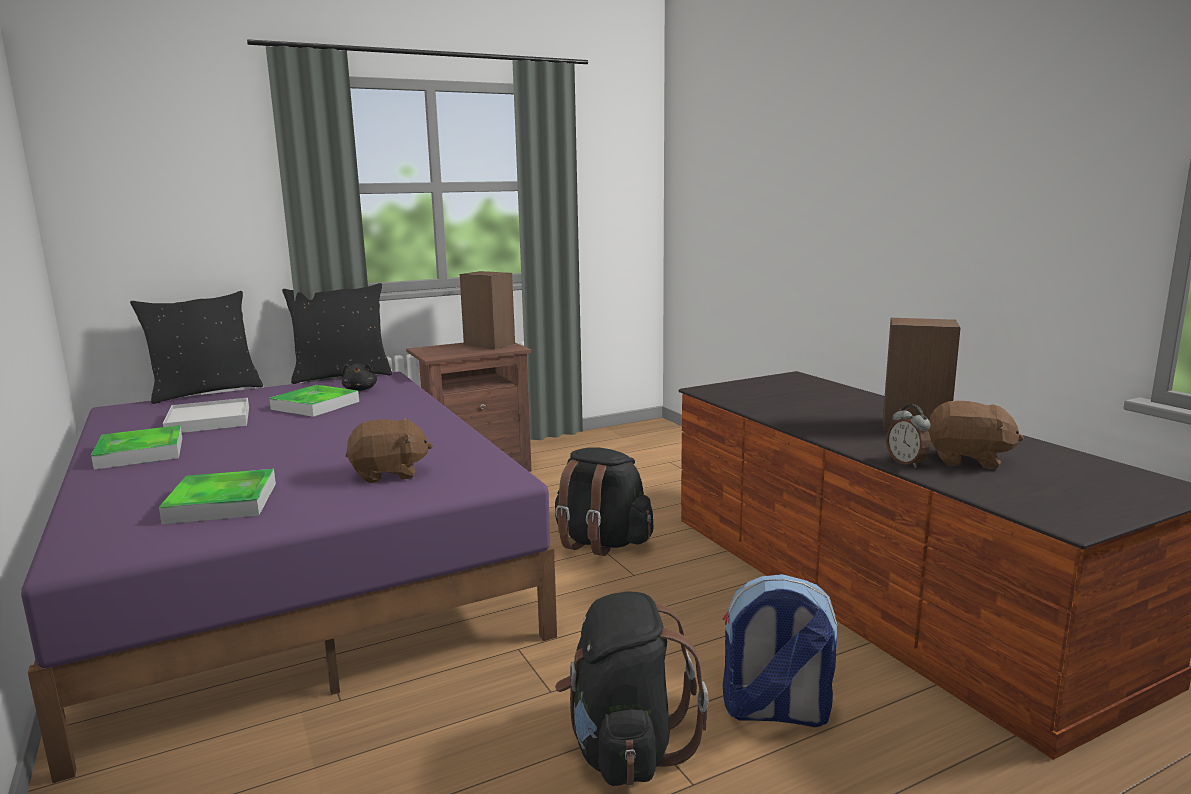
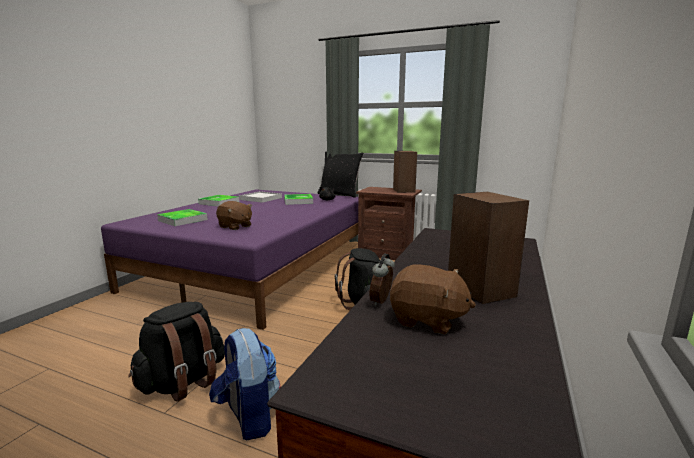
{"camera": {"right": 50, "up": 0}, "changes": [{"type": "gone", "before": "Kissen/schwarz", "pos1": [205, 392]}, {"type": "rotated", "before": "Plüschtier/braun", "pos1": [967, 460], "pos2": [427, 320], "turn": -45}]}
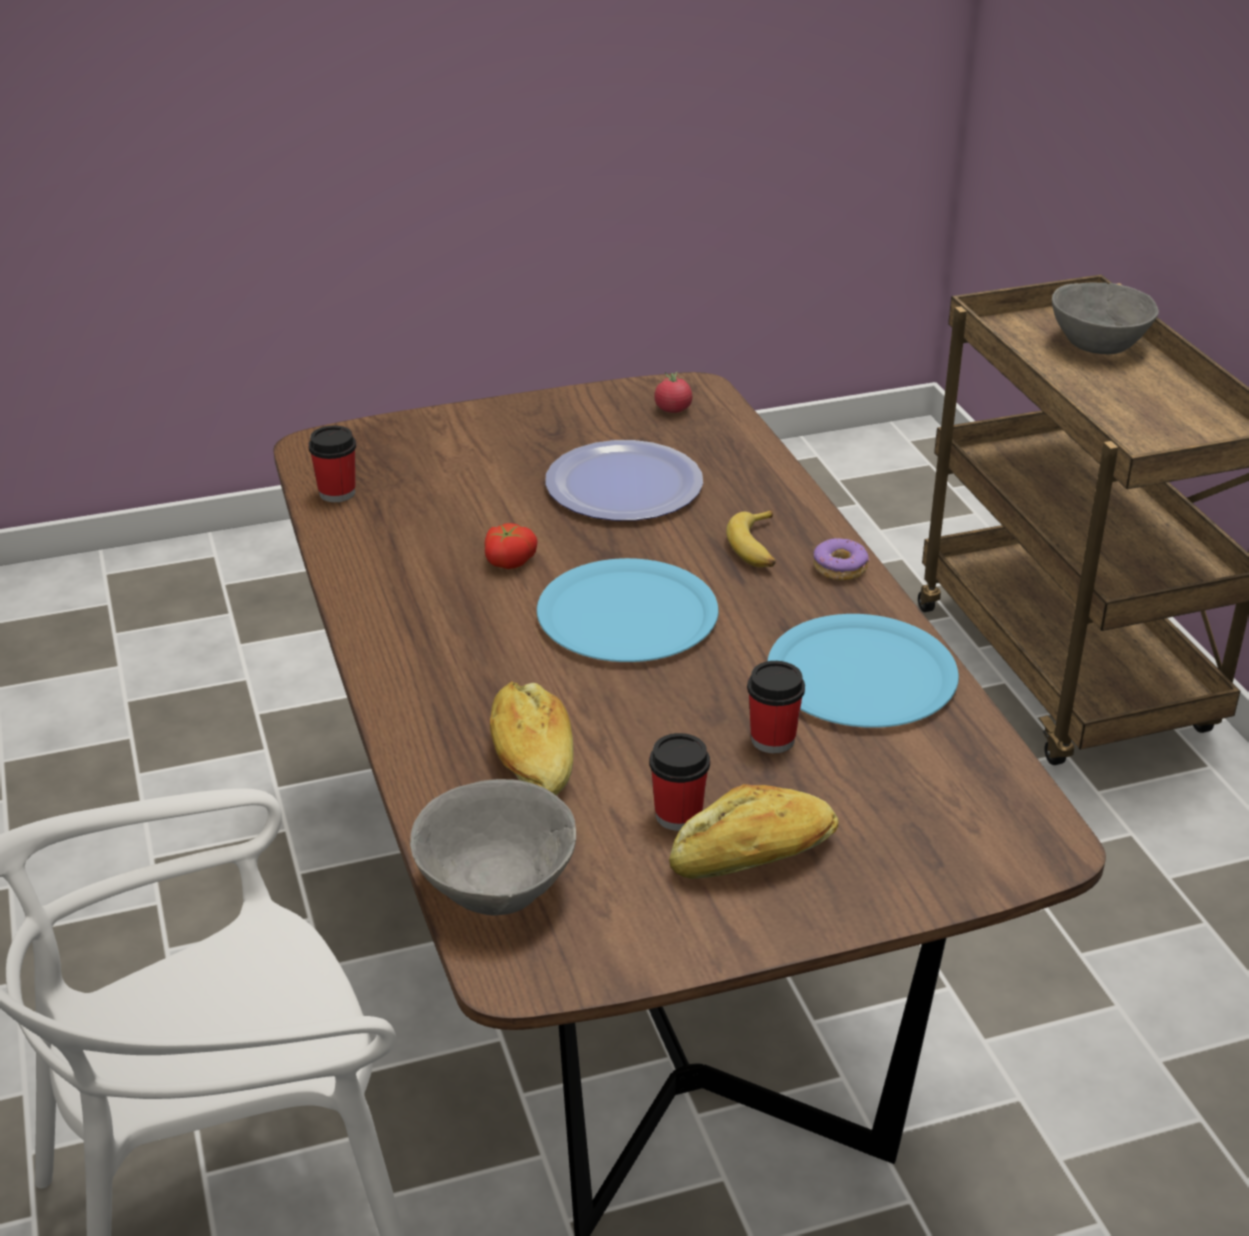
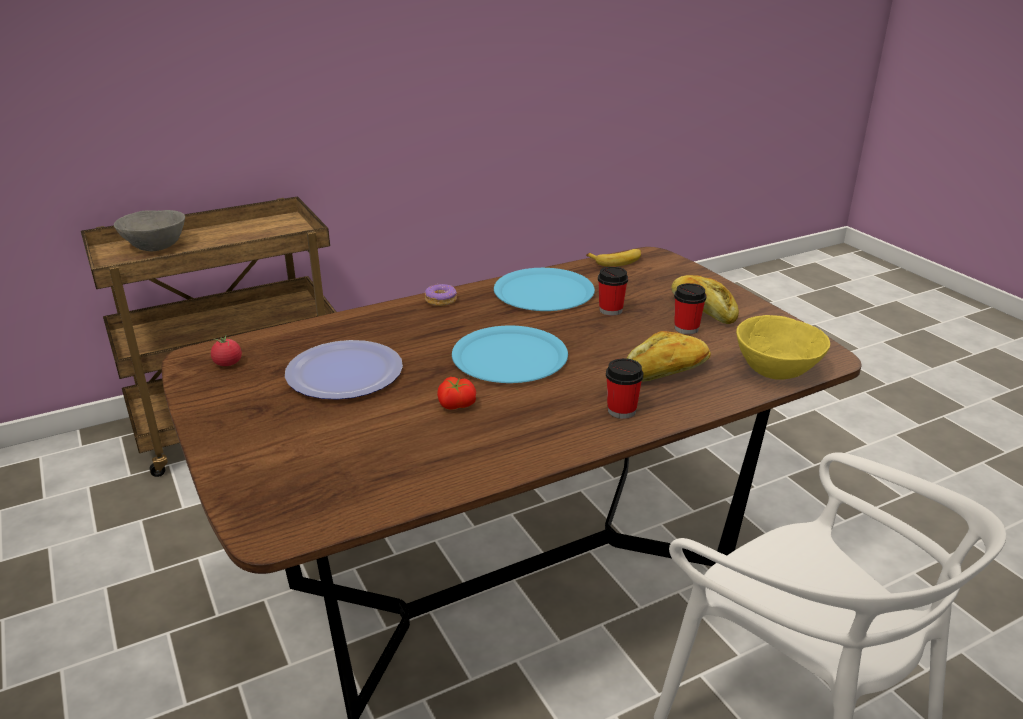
{"camera": {"right": -100, "up": -5}, "changes": [{"type": "shifted", "before": "Tasse", "pos1": [337, 493], "pos2": [621, 411]}, {"type": "shifted", "before": "Banane", "pos1": [757, 548], "pos2": [617, 261]}, {"type": "repainted", "before": "Schüssel/grau", "after": "Schüssel/gelb", "pos1": [494, 886], "pos2": [776, 370]}]}
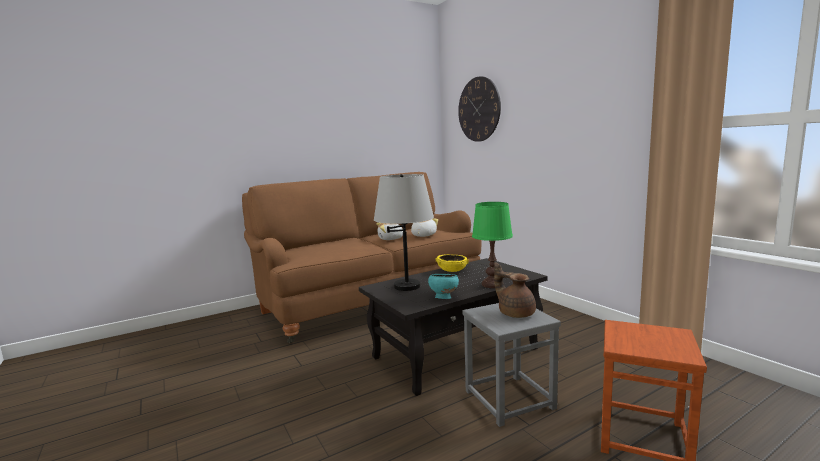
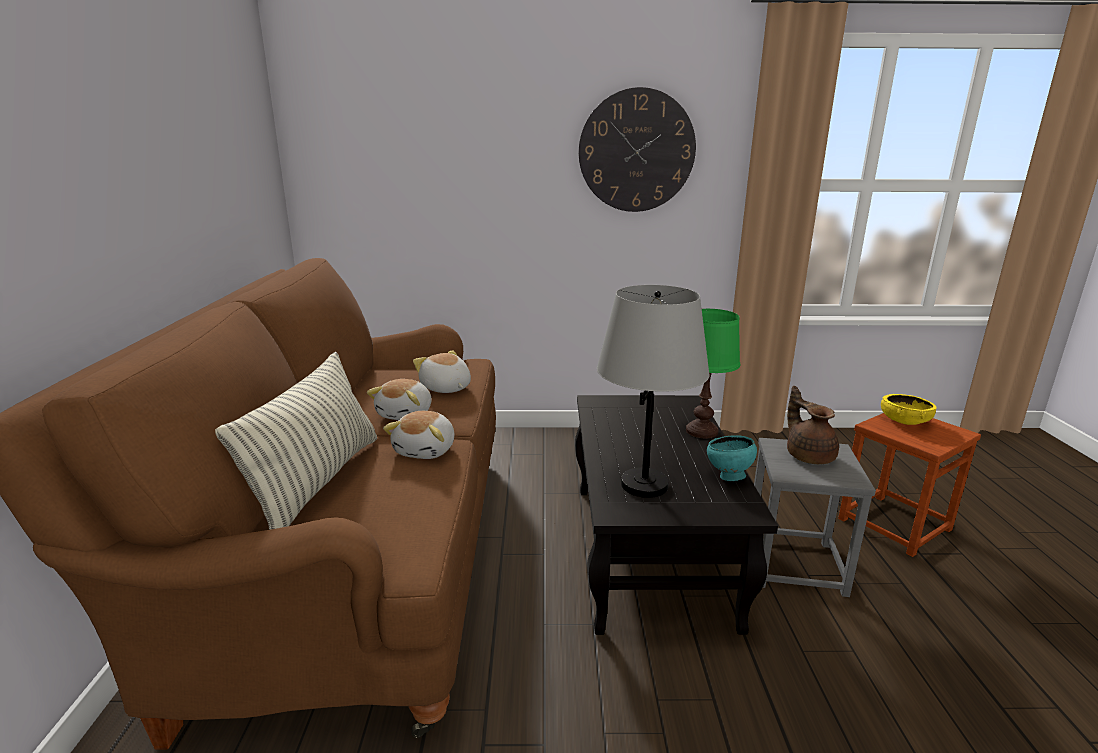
{"camera": {"right": -60, "up": 10}, "changes": [{"type": "shifted", "before": "Wanduhr", "pos1": [479, 109], "pos2": [636, 151]}, {"type": "shifted", "before": "Schüssel/gelb", "pos1": [452, 270], "pos2": [904, 421]}, {"type": "rotated", "before": "Teekanne/braun", "pos1": [515, 313], "pos2": [808, 455], "turn": 75}, {"type": "new", "after": "Kissen", "pos2": [318, 482]}, {"type": "new", "after": "Plüschtier", "pos2": [426, 450]}]}
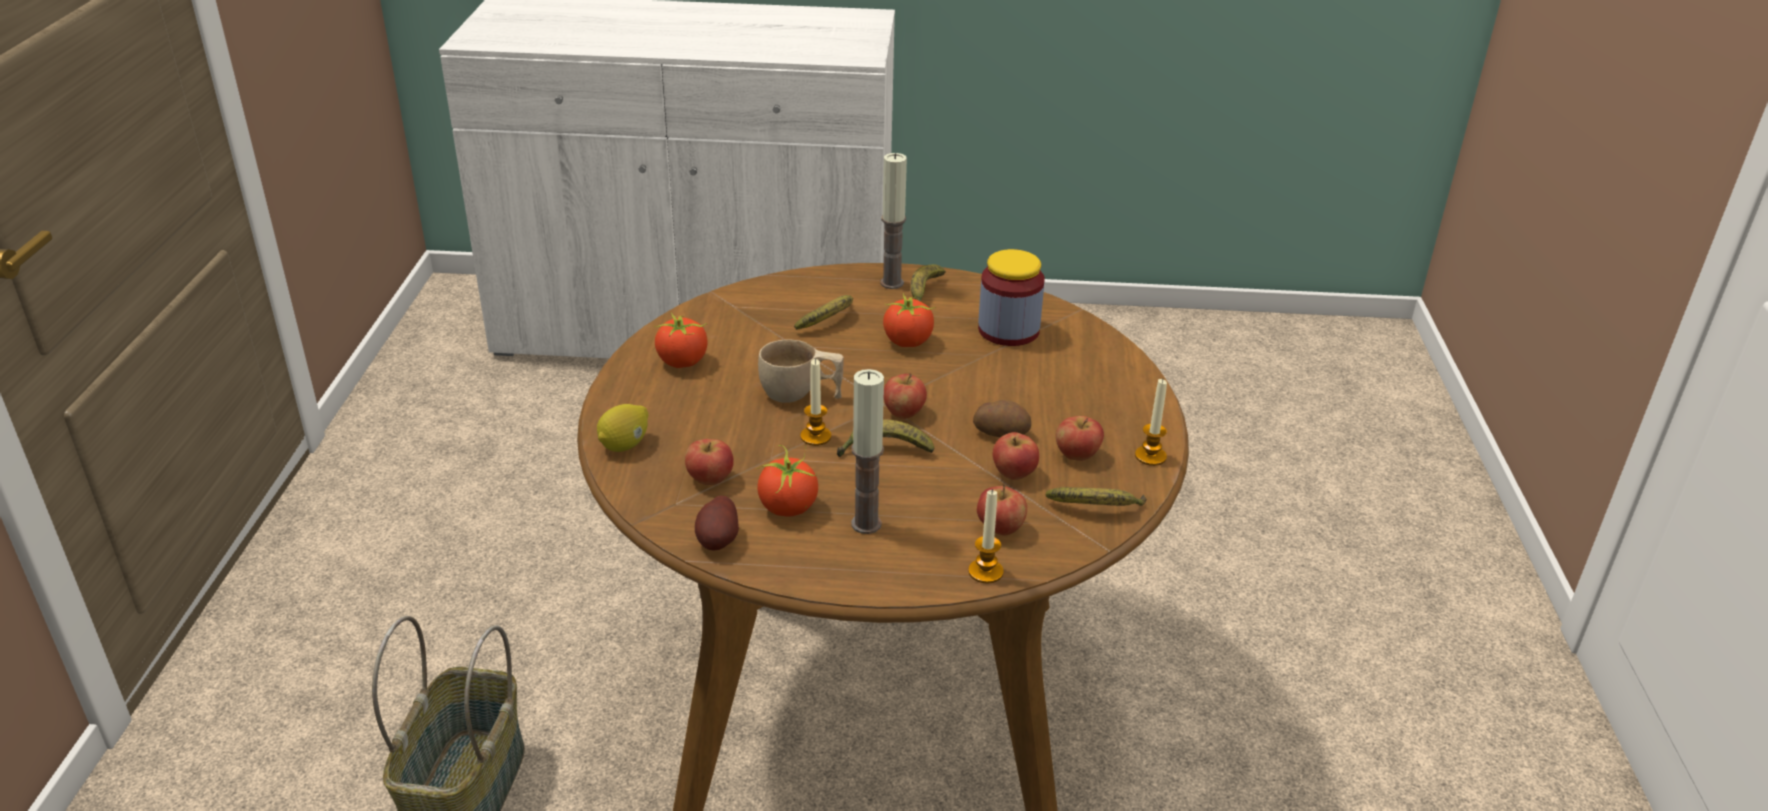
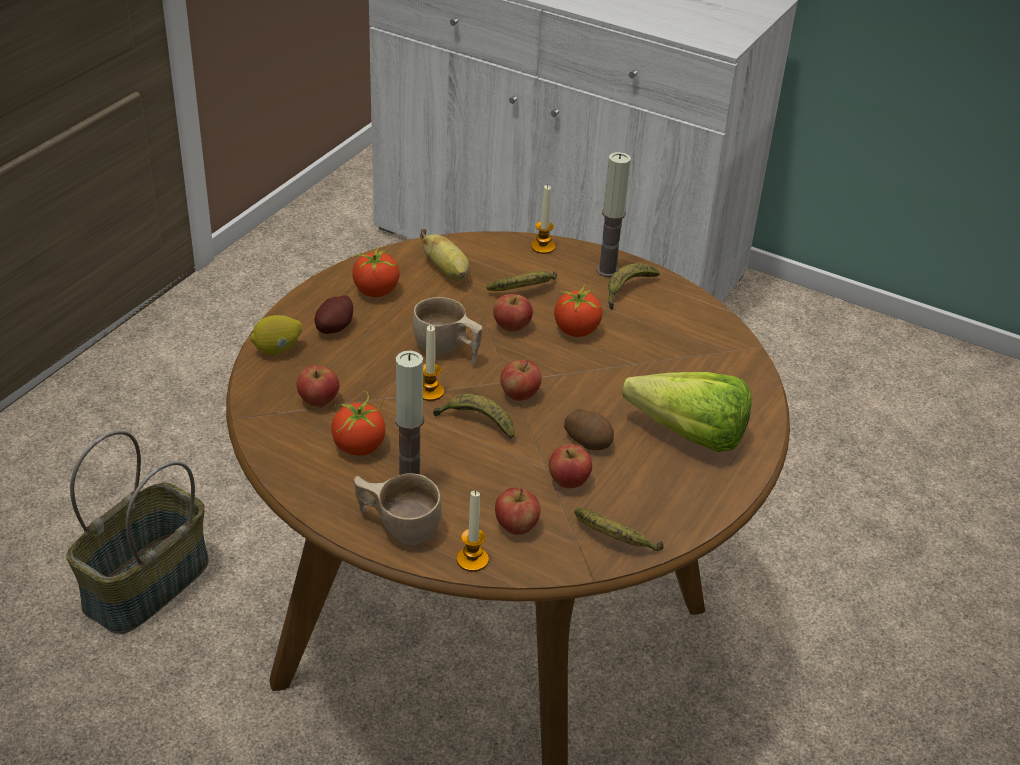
{"camera": {"right": 25, "up": 5}, "changes": [{"type": "gone", "before": "Vorratsglas", "pos1": [1008, 330]}, {"type": "shifted", "before": "Kerze", "pos1": [1150, 456], "pos2": [543, 247]}, {"type": "shifted", "before": "Apfel", "pos1": [1077, 455], "pos2": [511, 326]}, {"type": "shifted", "before": "Kartoffel", "pos1": [718, 540], "pos2": [334, 328]}, {"type": "new", "after": "Banane", "pos2": [447, 272]}, {"type": "new", "after": "Salatkopf", "pos2": [680, 431]}, {"type": "new", "after": "Tasse/beige", "pos2": [397, 525]}]}
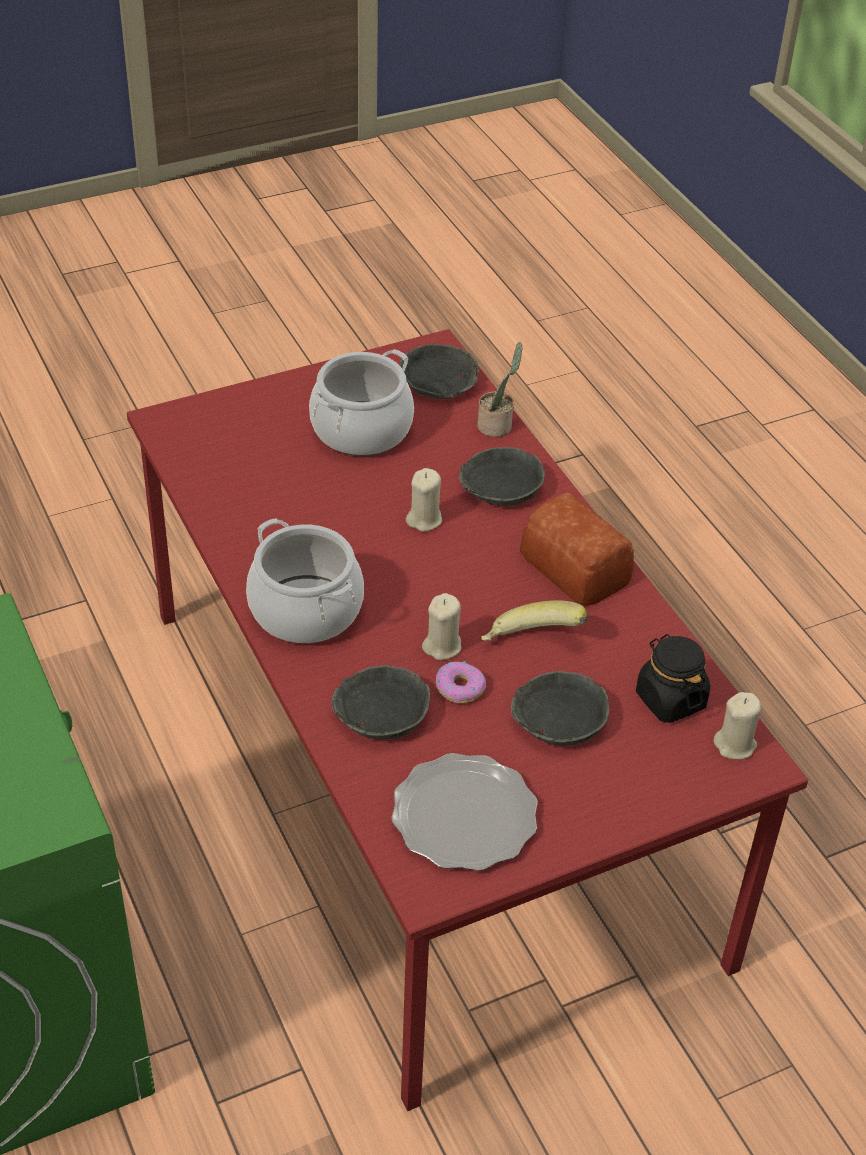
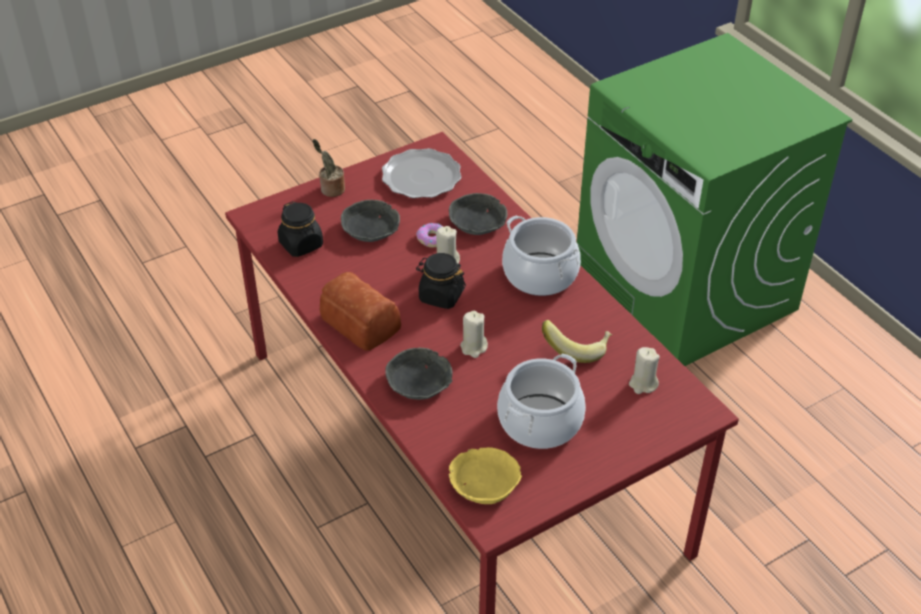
{"camera": {"right": 175, "up": 0}, "changes": [{"type": "shifted", "before": "Topfpflanze", "pos1": [497, 425], "pos2": [331, 190]}, {"type": "repainted", "before": "Schüssel/grau", "after": "Schüssel/gelb", "pos1": [439, 382], "pos2": [484, 481]}, {"type": "shifted", "before": "Banane", "pos1": [531, 644], "pos2": [576, 348]}, {"type": "shifted", "before": "Kerze/beige", "pos1": [735, 745], "pos2": [643, 384]}, {"type": "new", "after": "Vorratsglas/schwarz", "pos2": [441, 296]}]}
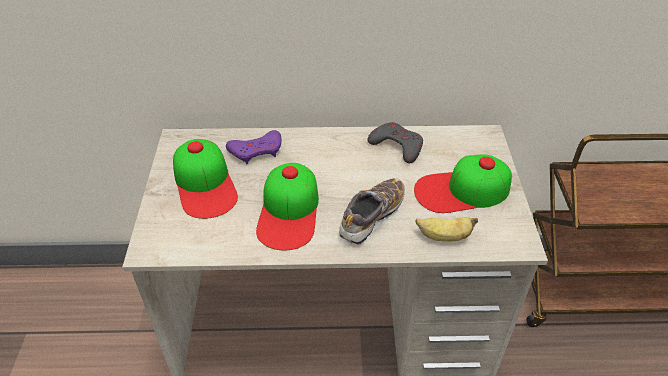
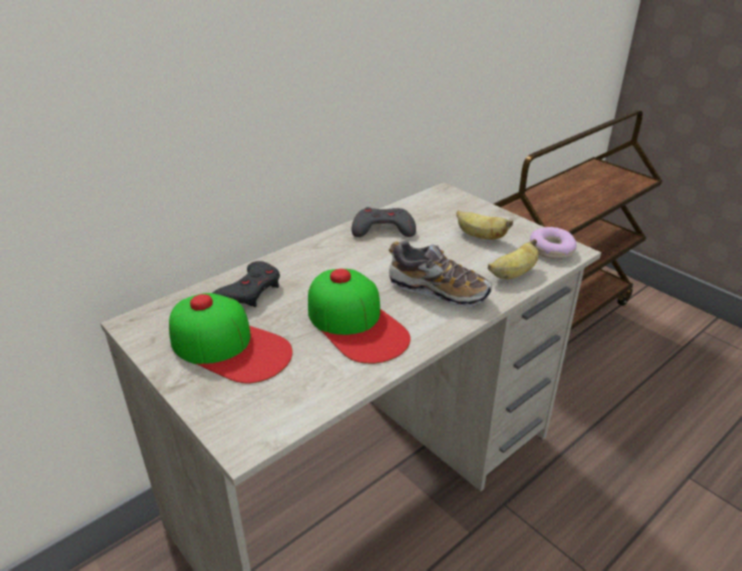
{"camera": {"right": -40, "up": -10}, "changes": [{"type": "repainted", "before": "Gamepad/lila", "after": "Gamepad/schwarz", "pos1": [256, 150], "pos2": [249, 291]}, {"type": "swapped", "before": "Kappe", "after": "Banane", "pos1": [462, 190], "pos2": [479, 236]}, {"type": "rotated", "before": "Schuh", "pos1": [371, 217], "pos2": [437, 290], "turn": 120}, {"type": "new", "after": "Donut", "pos2": [551, 250]}]}
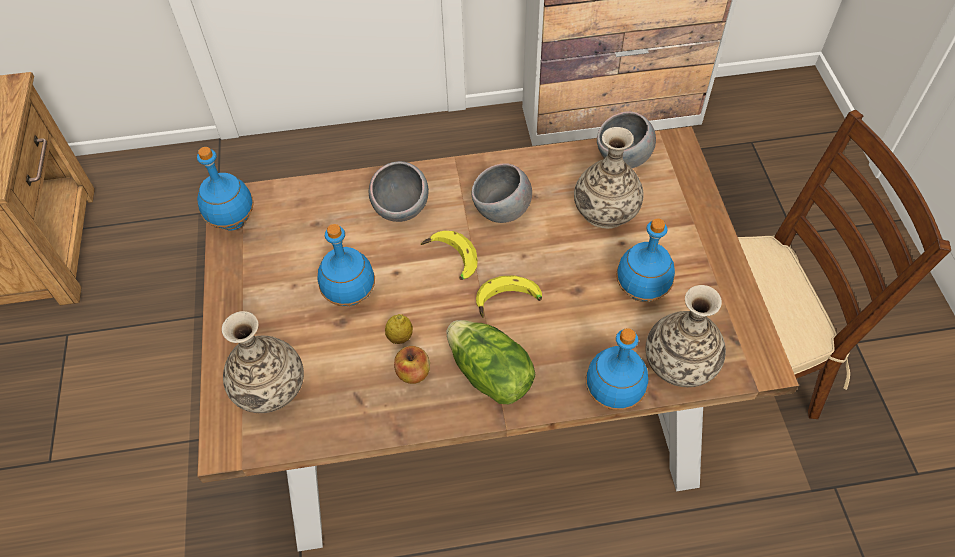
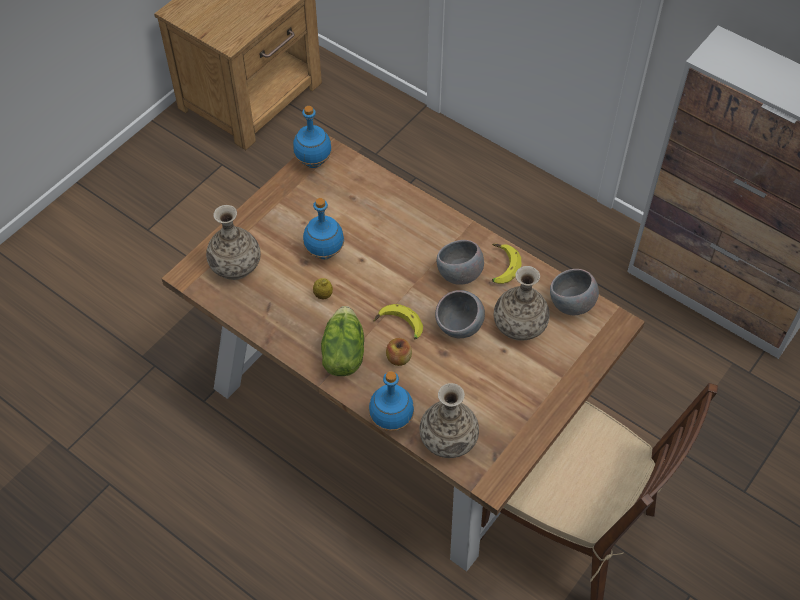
{"camera": {"right": 45, "up": 0}, "changes": [{"type": "shifted", "before": "Schüssel/grau", "pos1": [401, 209], "pos2": [459, 327]}, {"type": "gone", "before": "Flasche/blau", "pos1": [641, 292]}, {"type": "shifted", "before": "Banane", "pos1": [450, 260], "pos2": [500, 267]}, {"type": "shifted", "before": "Apfel", "pos1": [413, 373], "pos2": [399, 358]}]}
